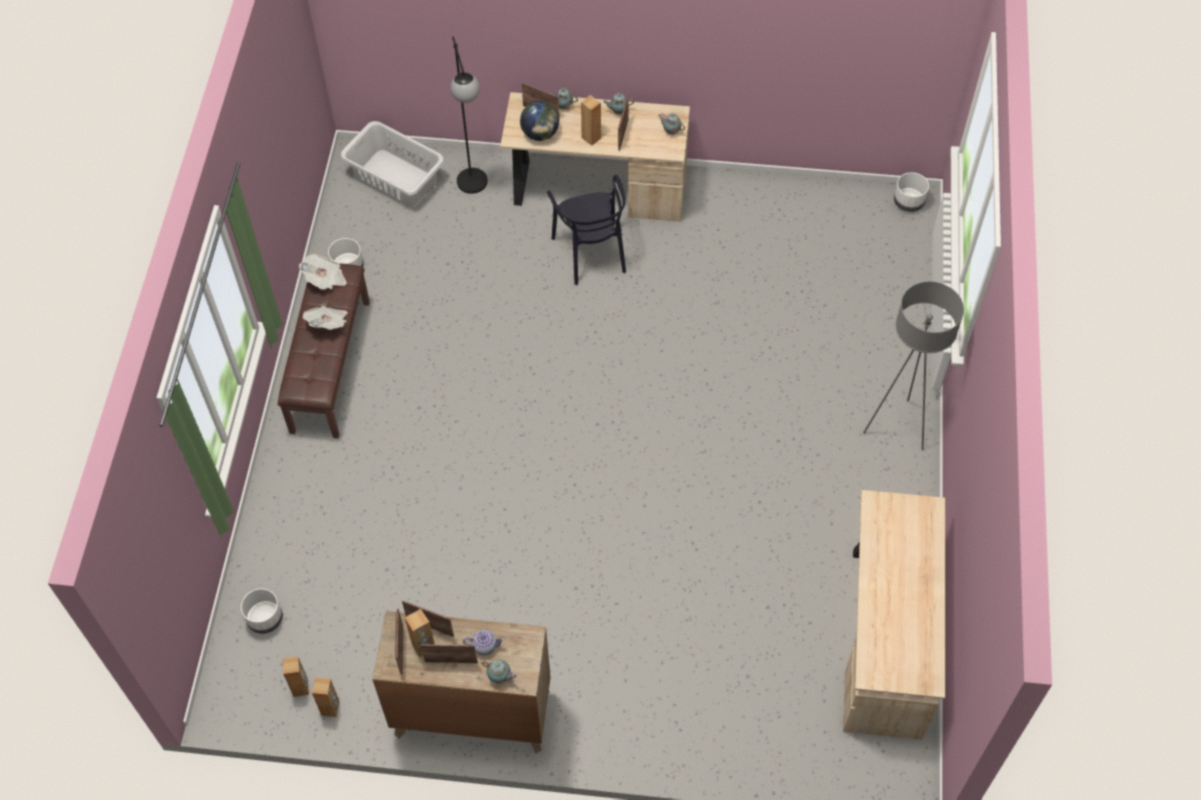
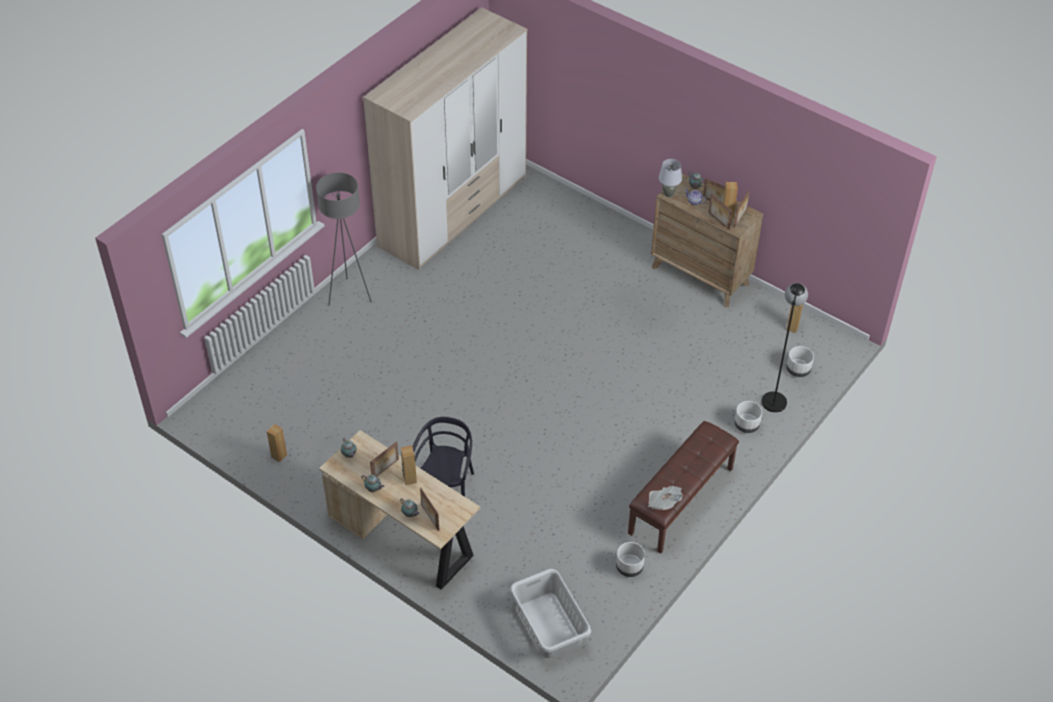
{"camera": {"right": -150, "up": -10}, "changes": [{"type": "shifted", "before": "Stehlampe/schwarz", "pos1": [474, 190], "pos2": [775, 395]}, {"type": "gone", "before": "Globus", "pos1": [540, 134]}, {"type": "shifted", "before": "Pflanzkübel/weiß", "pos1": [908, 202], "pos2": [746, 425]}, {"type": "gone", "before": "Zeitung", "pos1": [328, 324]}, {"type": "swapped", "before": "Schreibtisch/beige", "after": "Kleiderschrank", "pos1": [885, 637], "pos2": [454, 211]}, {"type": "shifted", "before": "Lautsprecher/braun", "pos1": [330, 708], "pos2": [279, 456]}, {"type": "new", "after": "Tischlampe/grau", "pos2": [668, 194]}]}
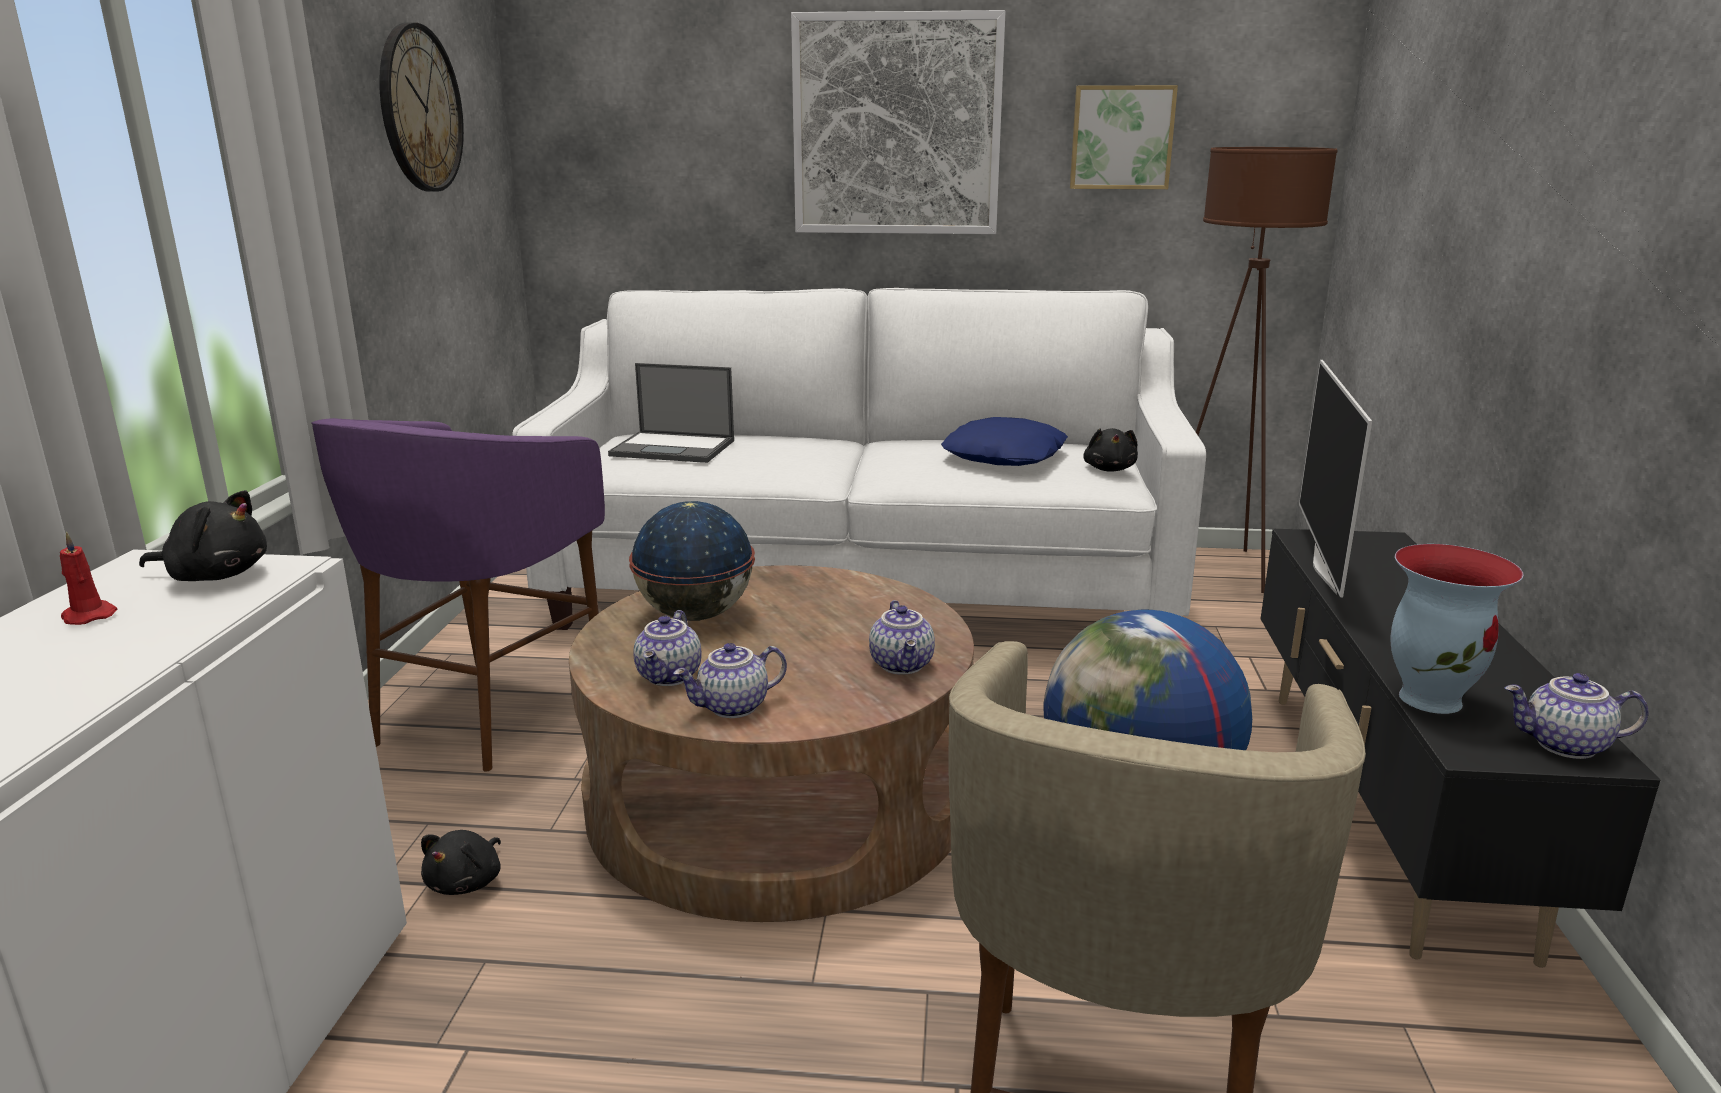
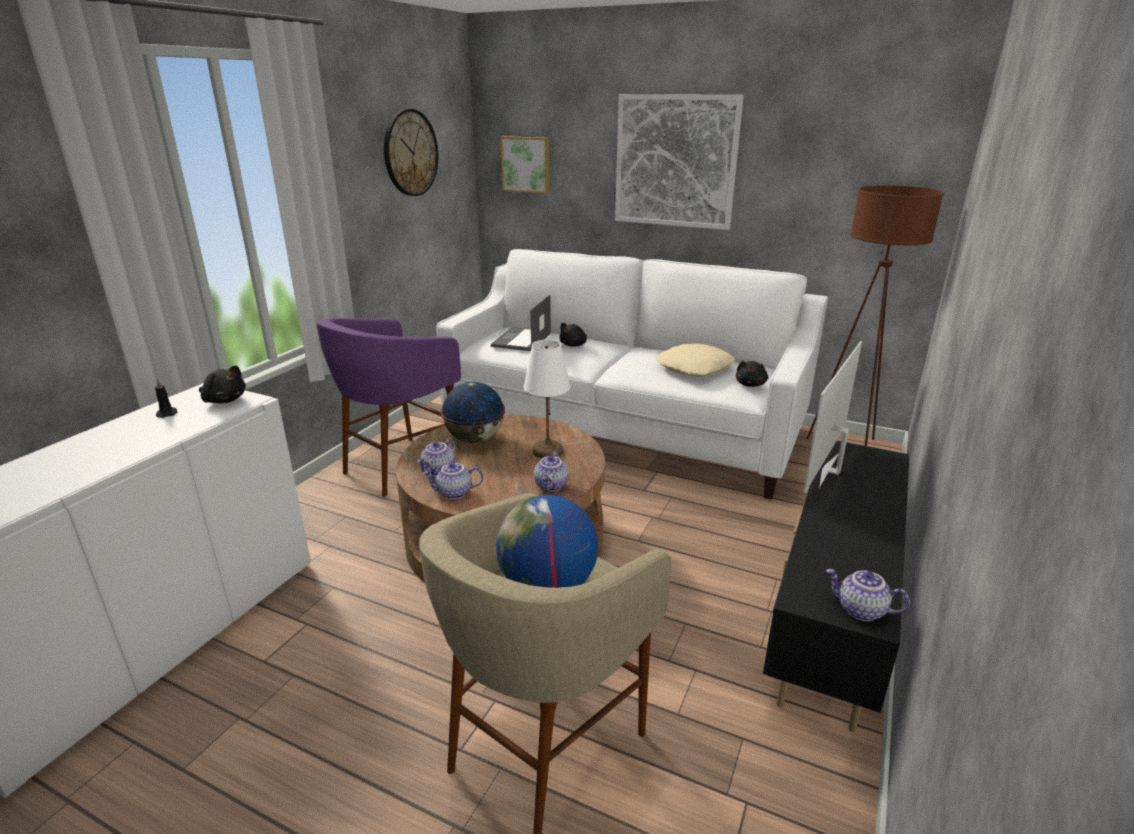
{"camera": {"right": 20, "up": 5}, "changes": [{"type": "shifted", "before": "Bild", "pos1": [1121, 137], "pos2": [526, 164]}, {"type": "rotated", "before": "Laptop", "pos1": [674, 448], "pos2": [521, 340], "turn": 75}, {"type": "repainted", "before": "Kissen/blau", "after": "Kissen/beige", "pos1": [1005, 456], "pos2": [694, 368]}, {"type": "repainted", "before": "Kerze/rot", "after": "Kerze/schwarz", "pos1": [88, 616], "pos2": [167, 413]}, {"type": "gone", "before": "Vase", "pos1": [1430, 698]}, {"type": "shifted", "before": "Plüschtier/schwarz", "pos1": [467, 882], "pos2": [574, 345]}, {"type": "new", "after": "Tischlampe/weiß", "pos2": [547, 451]}]}
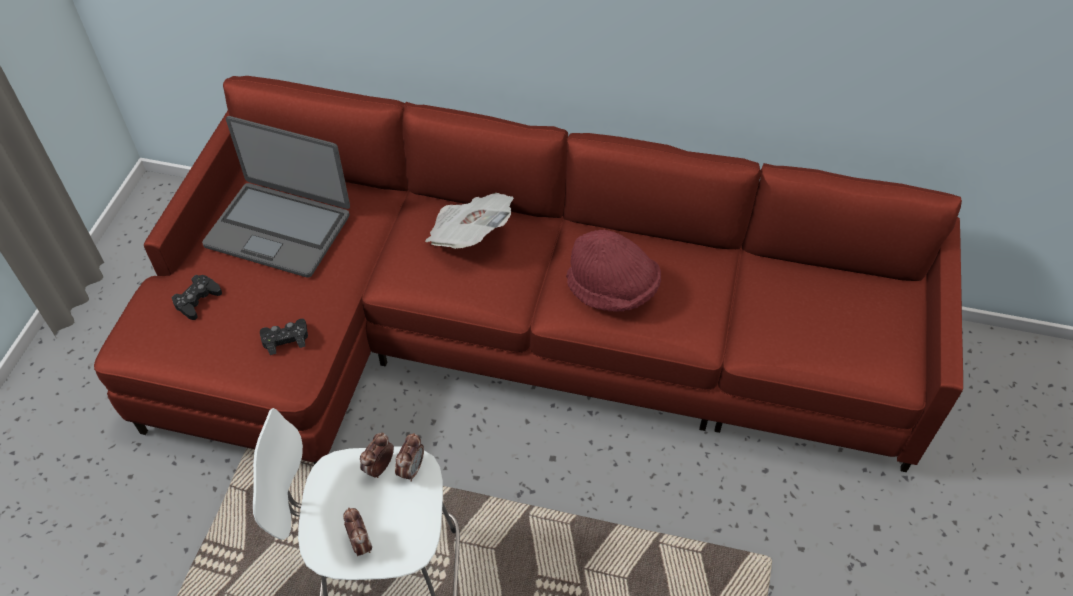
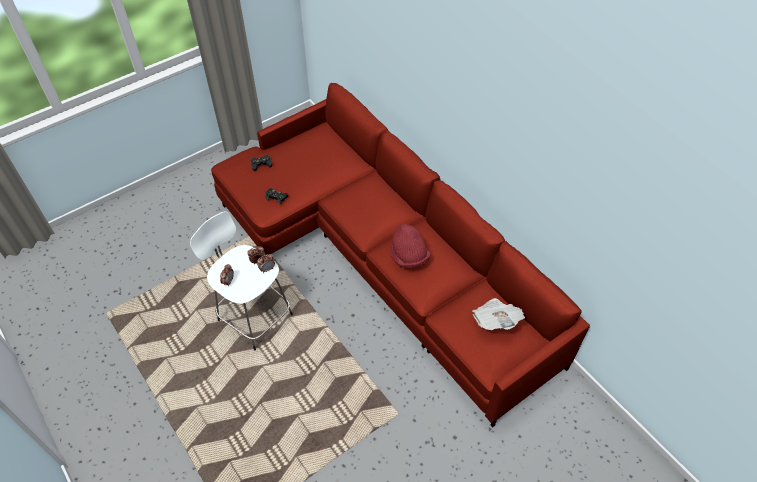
{"camera": {"right": 40, "up": 0}, "changes": [{"type": "gone", "before": "Laptop", "pos1": [279, 229]}, {"type": "shifted", "before": "Zeitung", "pos1": [469, 235], "pos2": [495, 321]}]}
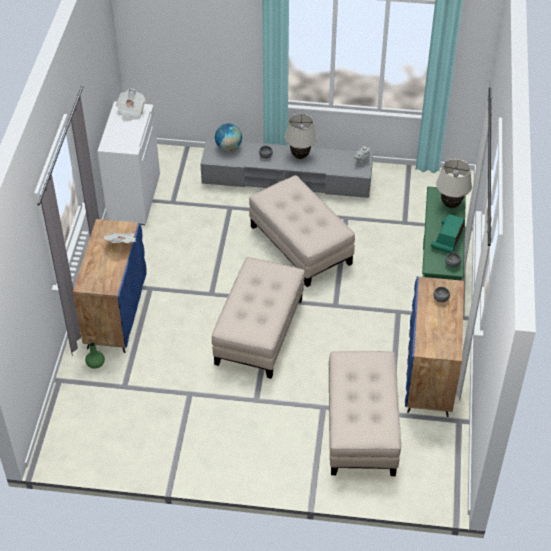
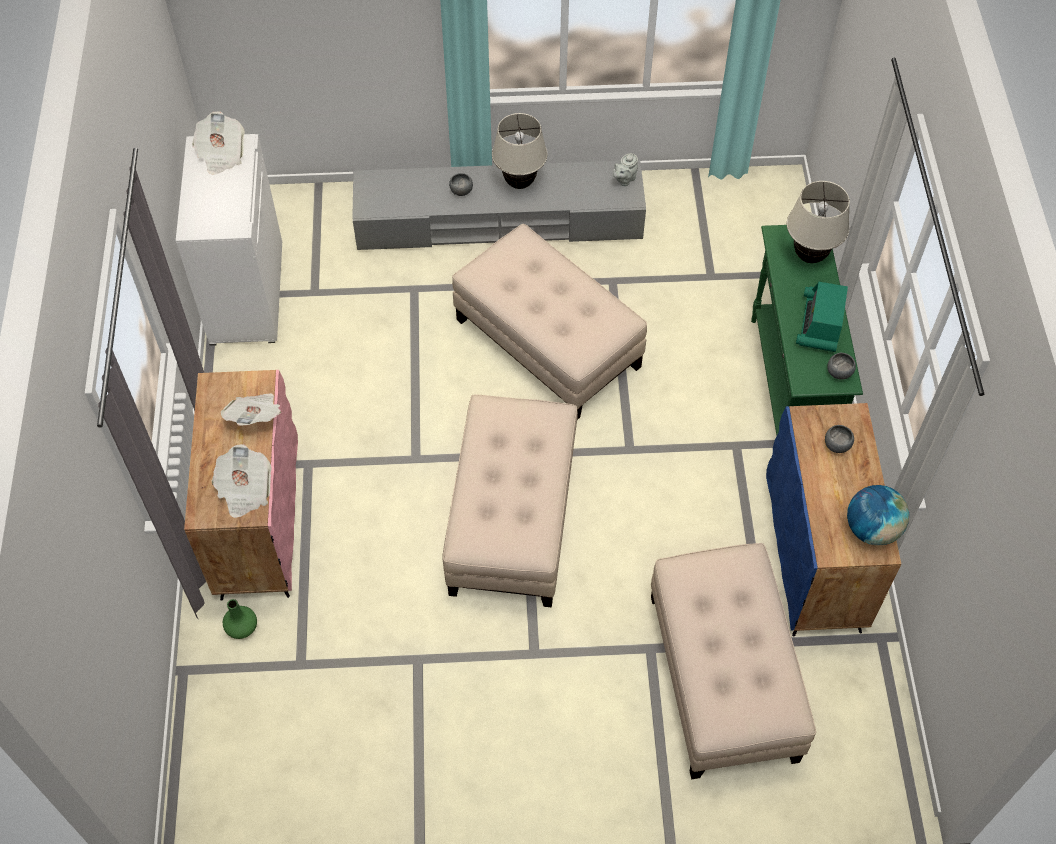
{"camera": {"right": -10, "up": 10}, "changes": [{"type": "shifted", "before": "Globus", "pos1": [228, 147], "pos2": [871, 529]}, {"type": "repainted", "before": "Schrank/blau", "after": "Schrank/rosa", "pos1": [116, 314], "pos2": [258, 523]}, {"type": "new", "after": "Zeitung", "pos2": [244, 490]}]}
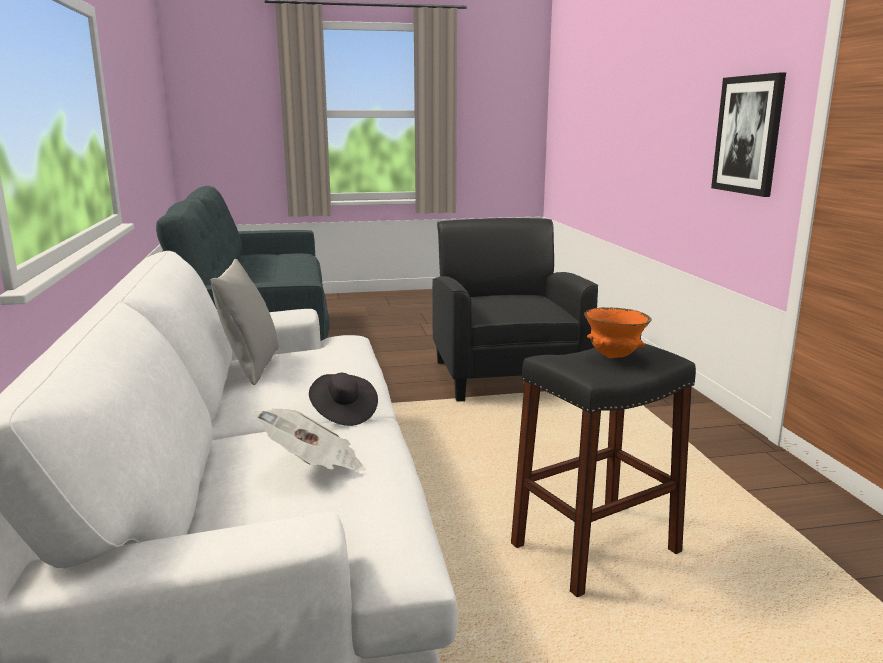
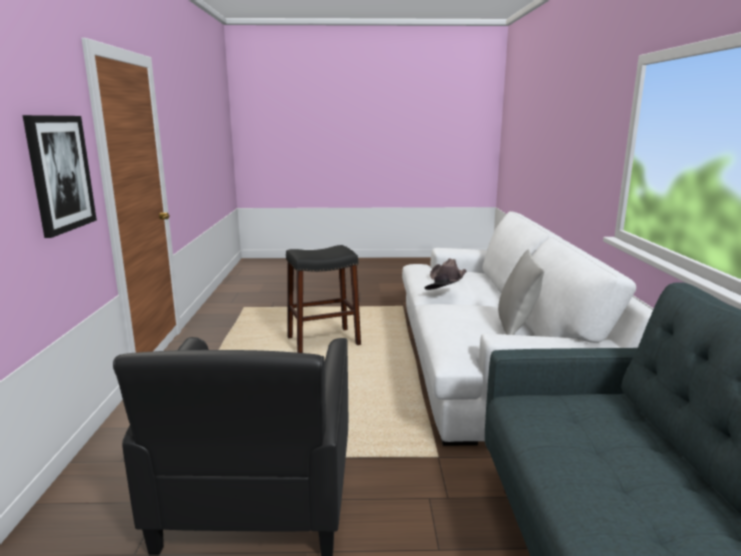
{"camera": {"right": -170, "up": 0}, "changes": [{"type": "gone", "before": "Schüssel/orange", "pos1": [613, 357]}, {"type": "swapped", "before": "Zeitung", "after": "Hut/braun", "pos1": [314, 465], "pos2": [448, 276]}]}
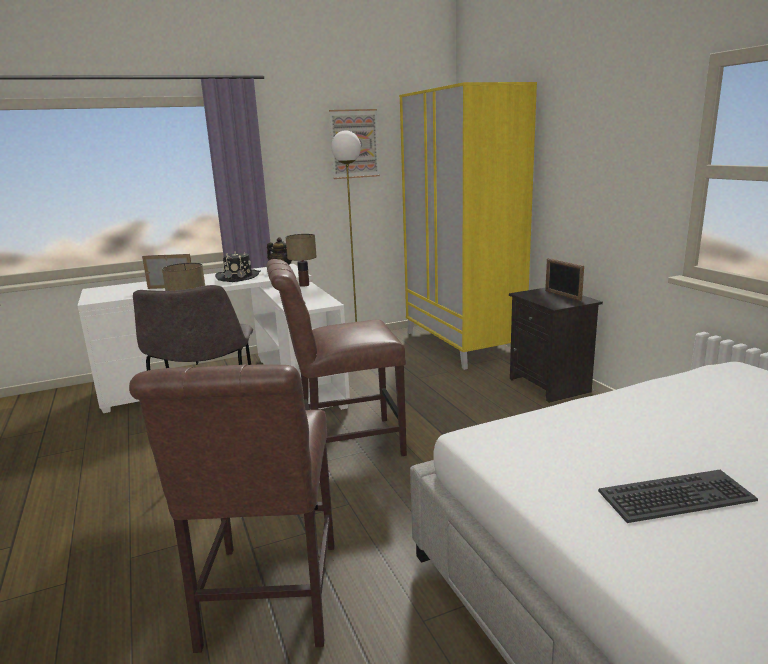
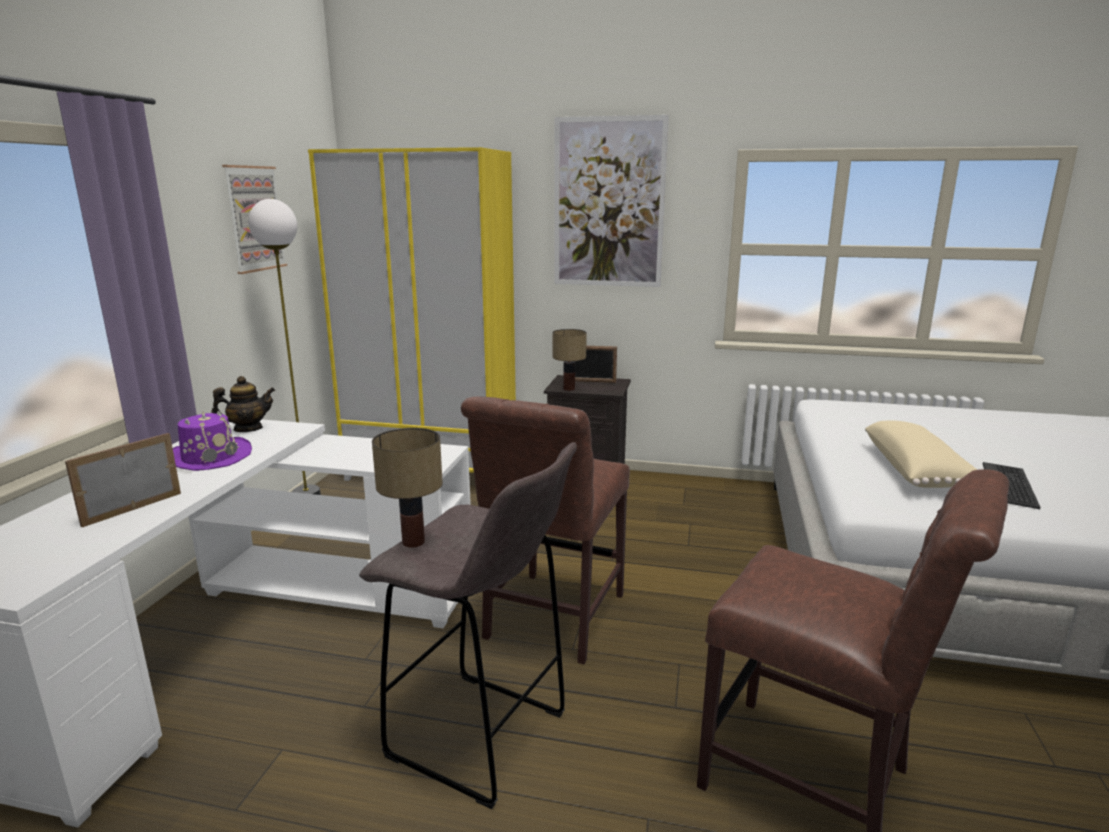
{"camera": {"right": -55, "up": 0}, "changes": [{"type": "shifted", "before": "Tischlampe", "pos1": [304, 285], "pos2": [569, 389]}, {"type": "repainted", "before": "Hut/schwarz", "after": "Hut/lila", "pos1": [238, 277], "pos2": [209, 457]}, {"type": "new", "after": "Bild", "pos2": [608, 203]}, {"type": "new", "after": "Kissen/beige", "pos2": [917, 472]}]}
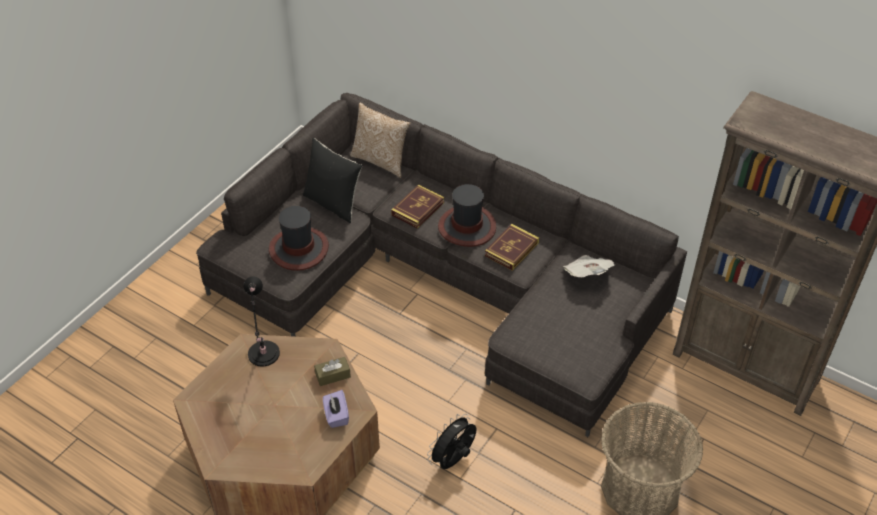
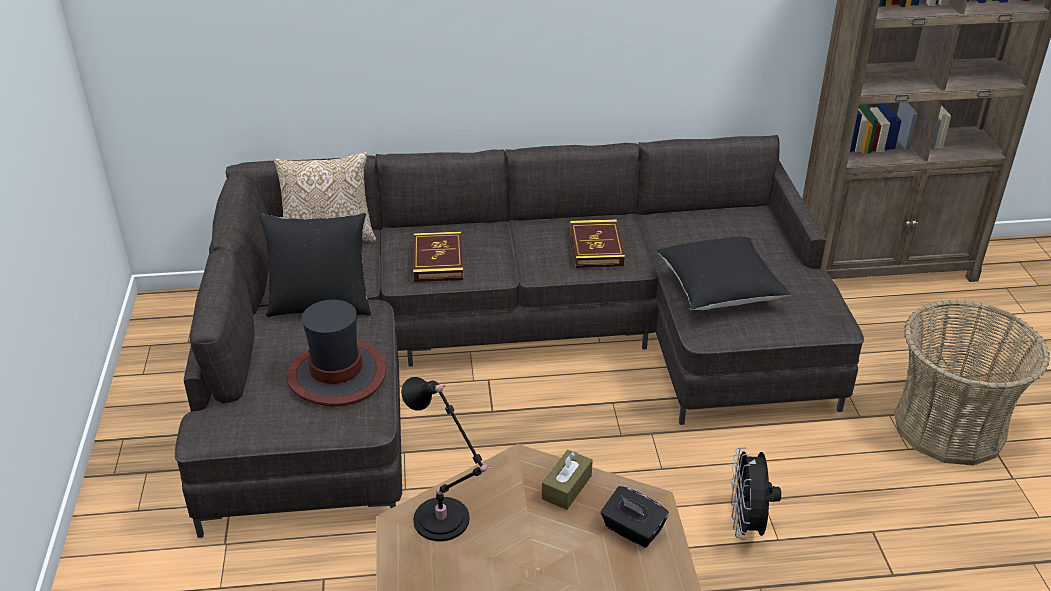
{"camera": {"right": -40, "up": -10}, "changes": [{"type": "gone", "before": "Hut", "pos1": [467, 227]}, {"type": "gone", "before": "Zeitung", "pos1": [587, 274]}, {"type": "repainted", "before": "Taschentuchbox/lila", "after": "Taschentuchbox/schwarz", "pos1": [336, 416], "pos2": [632, 530]}, {"type": "new", "after": "Kissen/schwarz", "pos2": [719, 290]}]}
